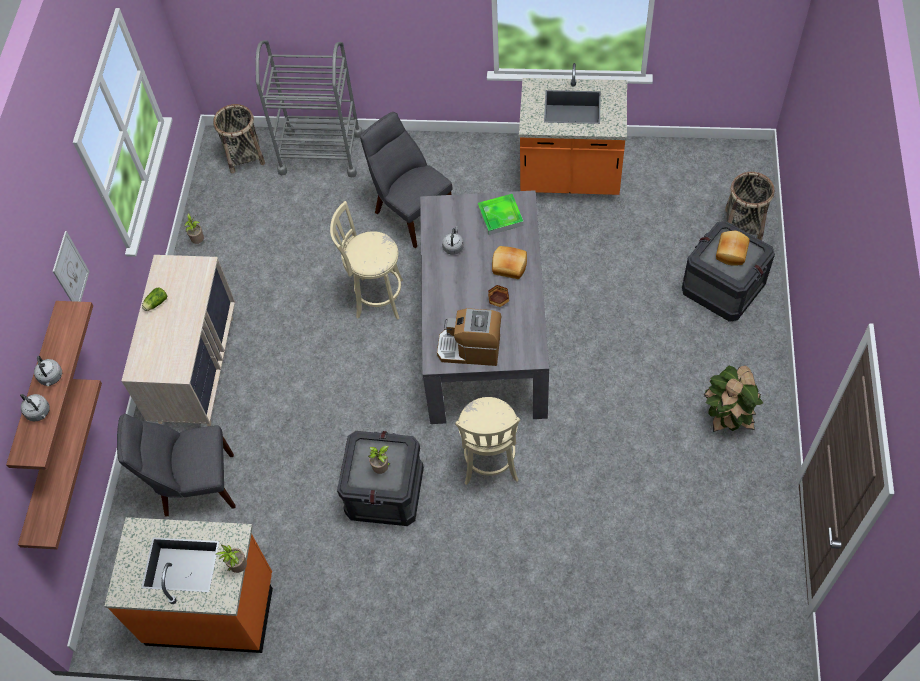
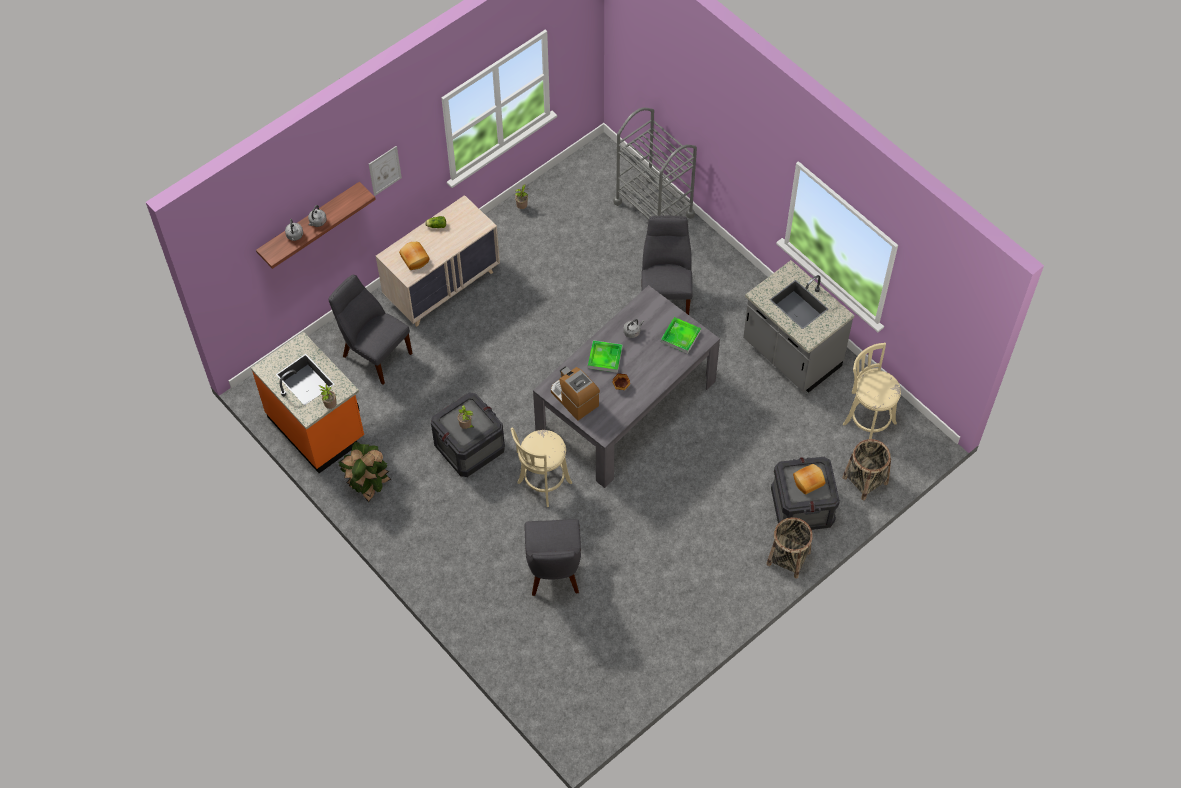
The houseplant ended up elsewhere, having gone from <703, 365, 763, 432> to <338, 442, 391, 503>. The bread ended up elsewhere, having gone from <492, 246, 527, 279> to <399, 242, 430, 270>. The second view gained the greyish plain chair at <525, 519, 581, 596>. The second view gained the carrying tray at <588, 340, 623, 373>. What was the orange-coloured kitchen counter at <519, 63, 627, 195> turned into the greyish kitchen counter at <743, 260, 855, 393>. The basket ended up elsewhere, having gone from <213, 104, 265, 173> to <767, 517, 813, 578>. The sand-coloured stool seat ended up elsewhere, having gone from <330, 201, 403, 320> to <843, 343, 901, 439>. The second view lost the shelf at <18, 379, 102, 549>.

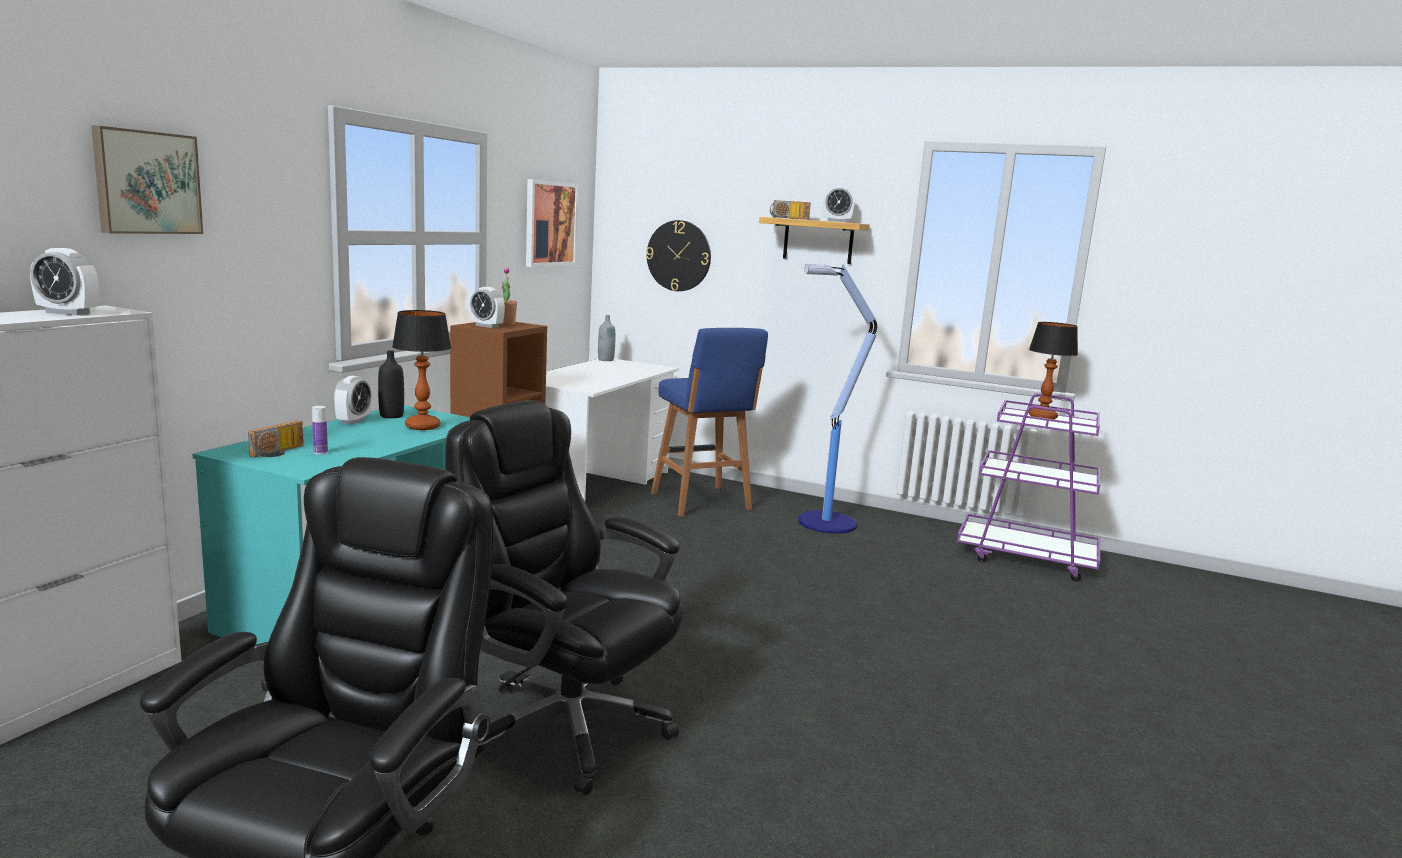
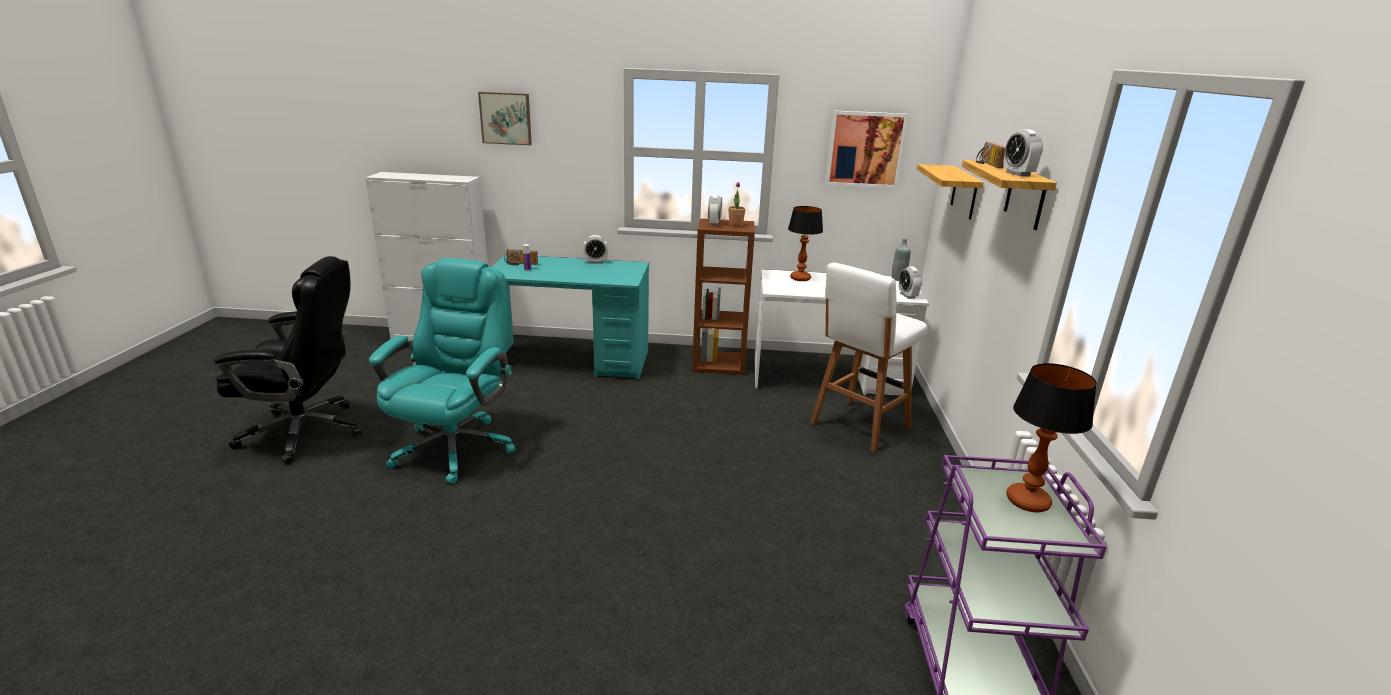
What was the black office chair at <445, 400, 682, 795> turned into the turquoise office chair at <369, 258, 515, 484>. The table lamp ended up elsewhere, having gone from <392, 310, 451, 430> to <788, 206, 823, 281>. What was the blue stool seat at <651, 328, 768, 517> turned into the whitish stool seat at <810, 263, 928, 452>. The table clock ended up elsewhere, having gone from <30, 248, 99, 315> to <898, 266, 922, 299>. Where the hanging clock hung at <646, 220, 711, 291>, the shelf came to hang at <917, 164, 984, 219>. The second view lost the black bottle at <378, 350, 404, 418>. The second view lost the standing lamp at <798, 264, 877, 533>.

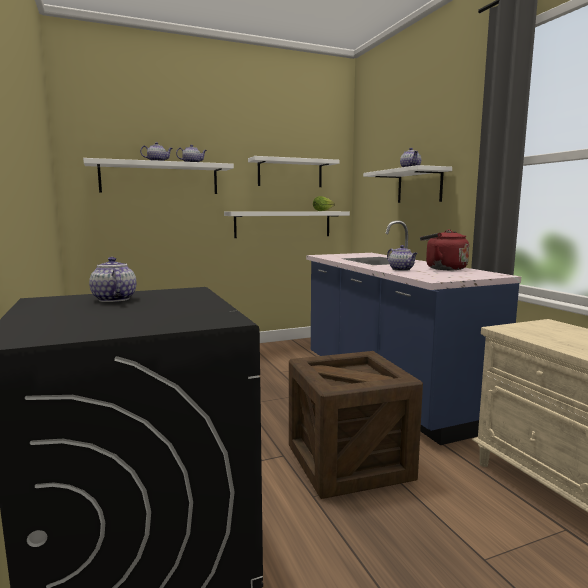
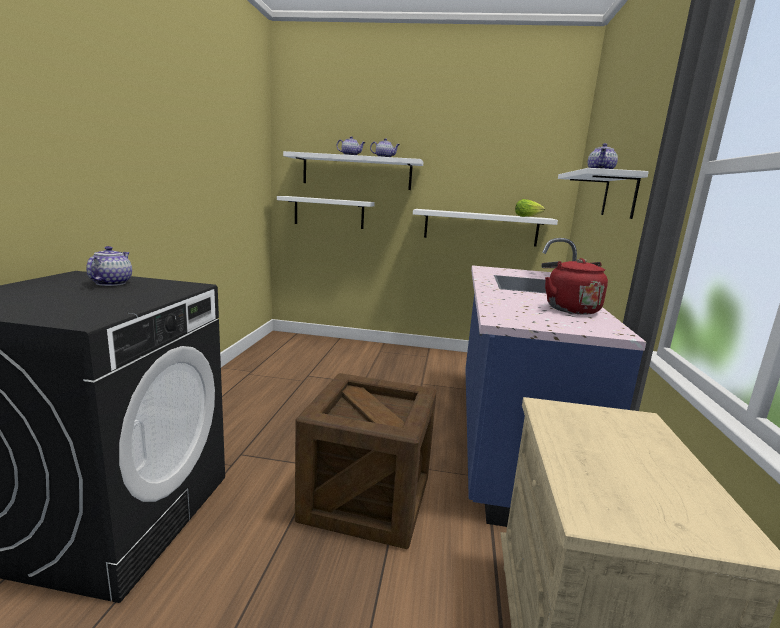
The whitish shelf ended up elsewhere, having gone from <248, 156, 340, 187> to <277, 196, 375, 229>. The second view lost the pot for tea at <387, 245, 418, 271>.

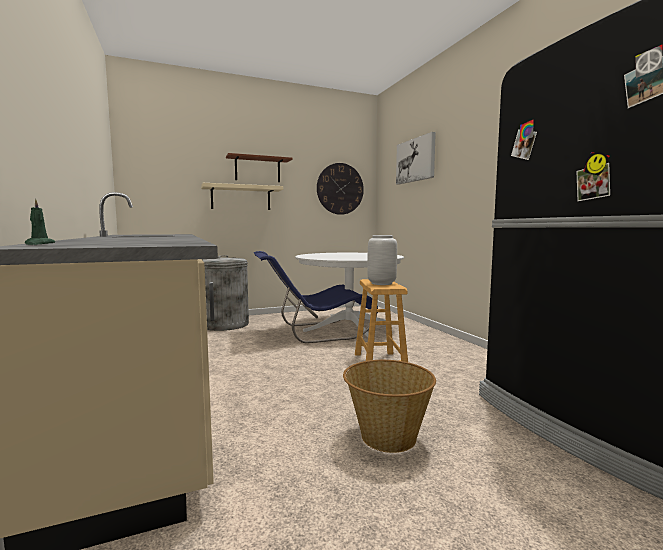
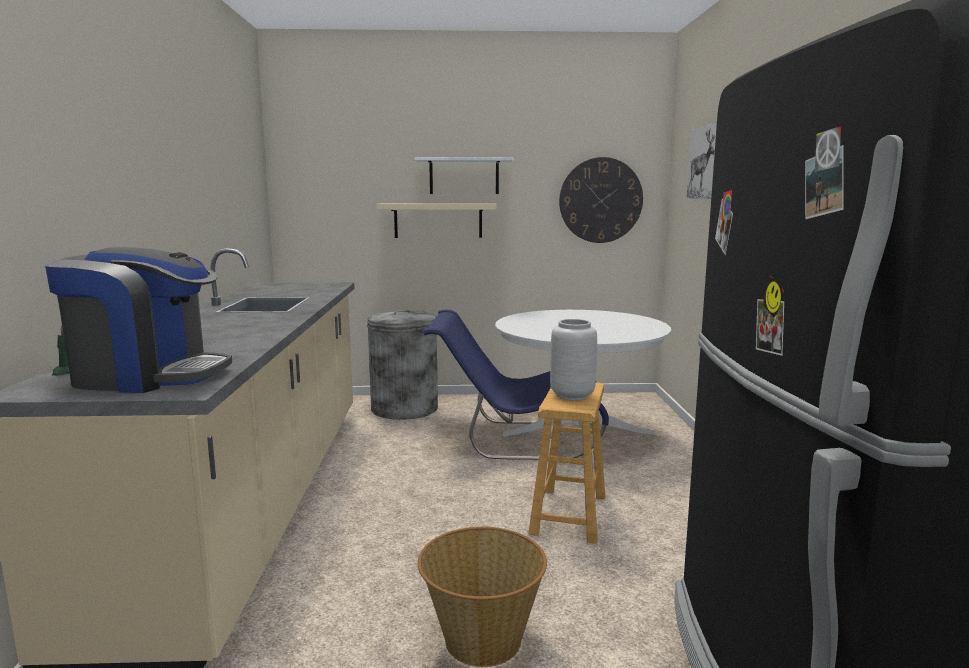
The second view gained the coffee maker at <45, 247, 232, 393>. What was the brown-coloured shelf at <226, 153, 292, 182> turned into the whitish shelf at <414, 157, 514, 194>.

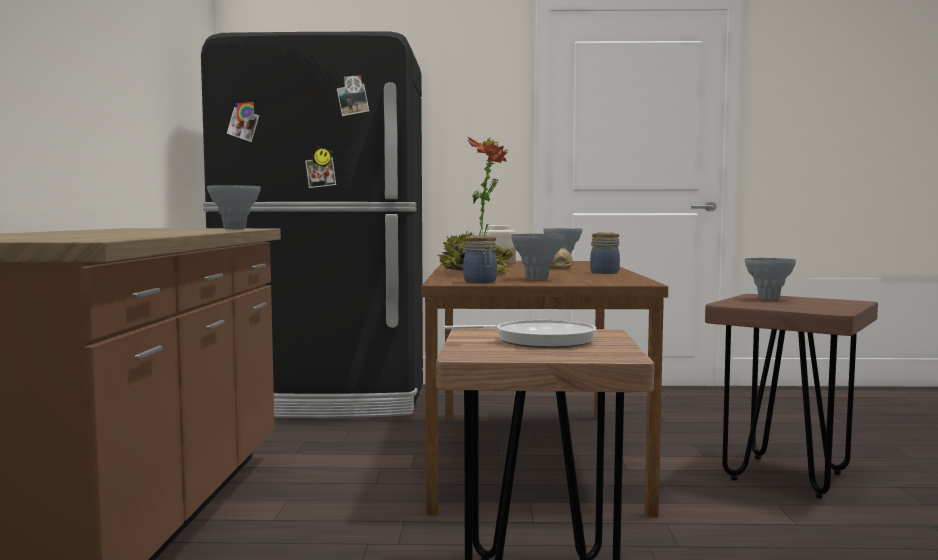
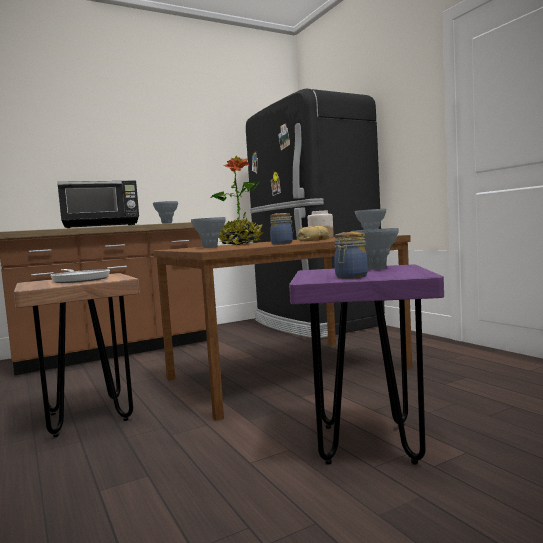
The second view gained the black microwave at <57, 180, 139, 228>. What was the brown-coloured stool seat at <705, 294, 878, 499> turned into the purple stool seat at <289, 265, 444, 465>. The preserve jar ended up elsewhere, having gone from <463, 235, 497, 283> to <334, 232, 368, 279>.

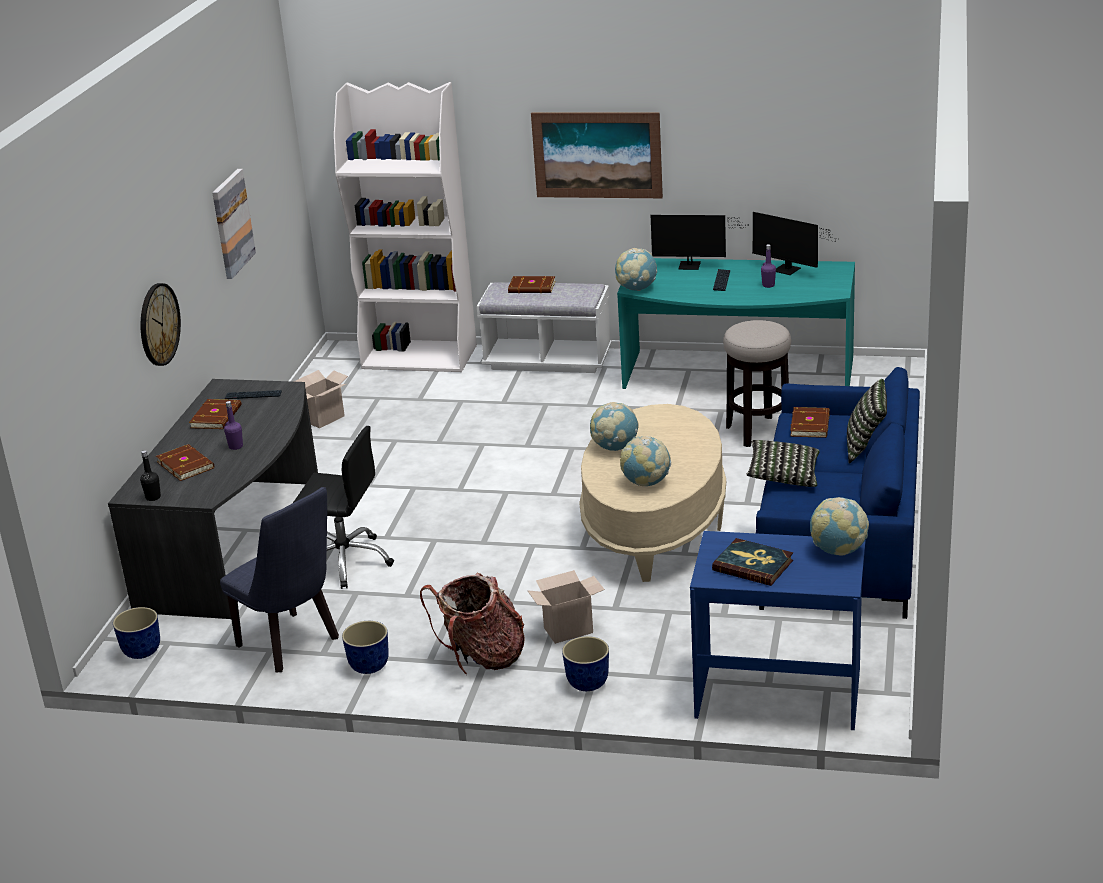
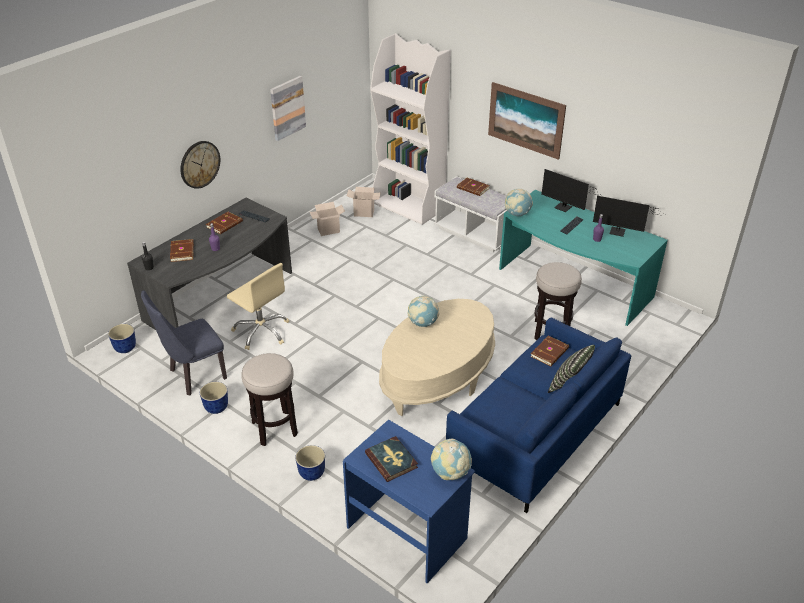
The blue plain chair at <220, 487, 339, 673> ended up facing another way, 75 degrees clockwise from before. What was the black office chair at <293, 426, 394, 589> turned into the sand-coloured office chair at <227, 263, 289, 350>. Where the knapsack stood at <420, 573, 525, 674>, the stool seat came to stand at <241, 353, 298, 446>. The carton ended up elsewhere, having gone from <527, 570, 605, 644> to <347, 187, 381, 217>. The computer display at <752, 212, 836, 275> ended up facing another way, 45 degrees counterclockwise from before. The second view lost the world globe at <620, 436, 671, 486>. The second view lost the throw pillow at <747, 440, 820, 487>.

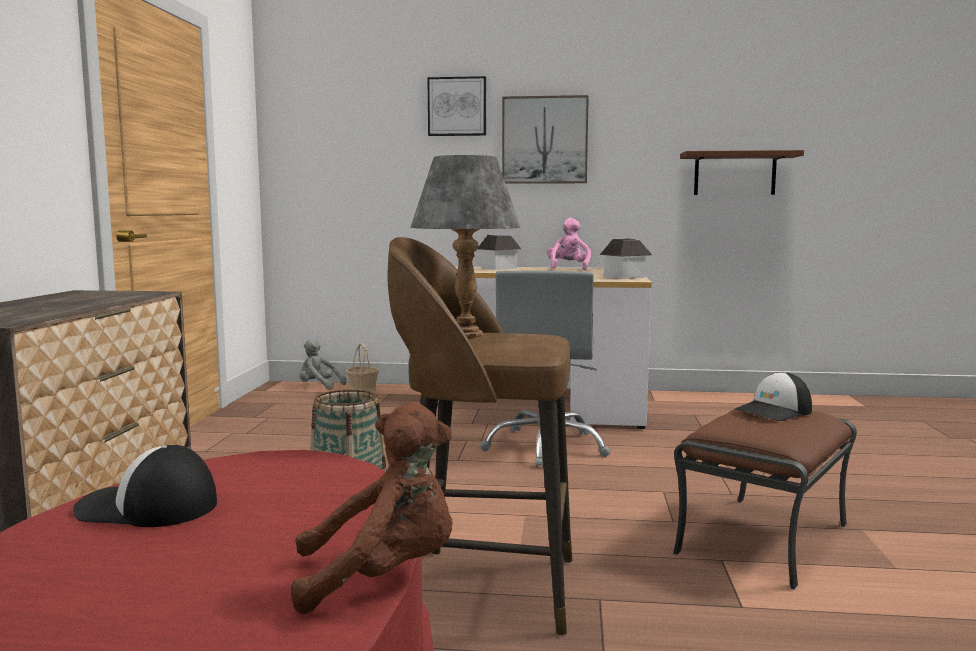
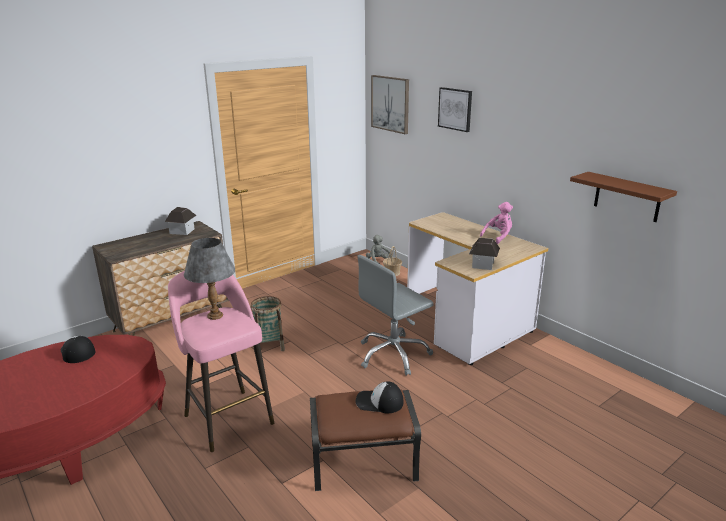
The model house ended up elsewhere, having gone from <478, 235, 522, 270> to <165, 207, 196, 235>. What was the brown-coloured stool seat at <387, 237, 572, 636> turned into the pink stool seat at <168, 271, 274, 452>. The picture ended up elsewhere, having gone from <502, 95, 589, 184> to <371, 75, 409, 134>. The second view lost the brown-coloured cuddly toy at <291, 402, 453, 614>.

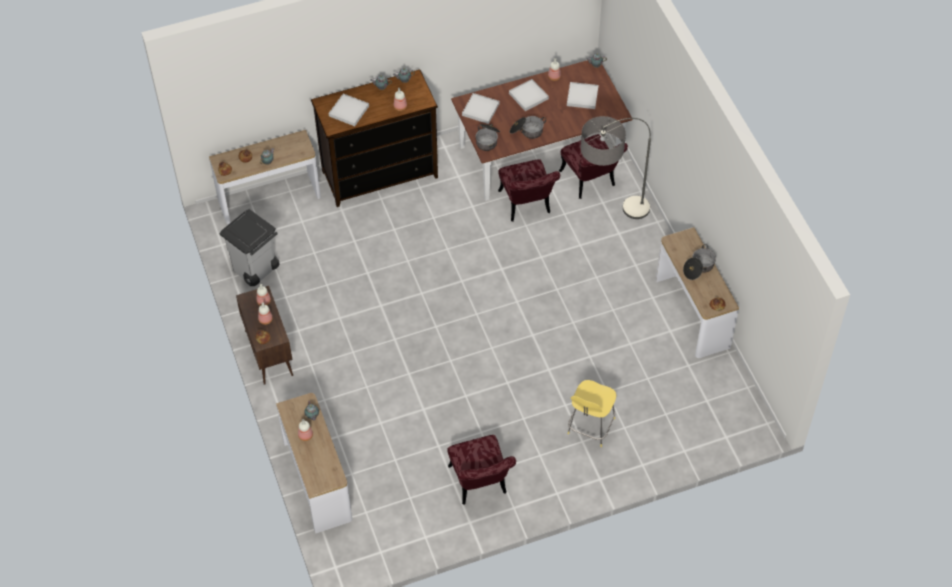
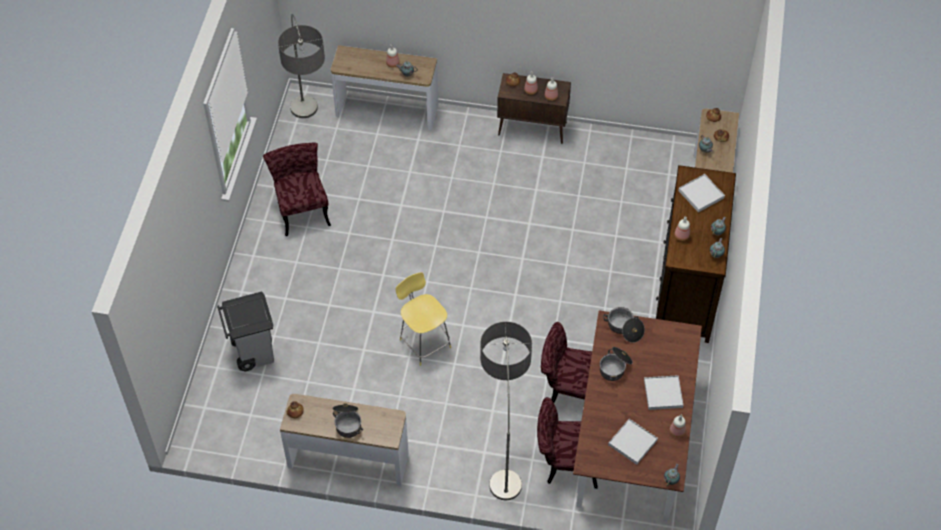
The greyish trash can ended up elsewhere, having gone from <219, 209, 280, 286> to <217, 291, 274, 371>. The reddish plain chair at <447, 435, 516, 505> ended up facing another way, 60 degrees clockwise from before. The second view gained the standing lamp at <278, 14, 325, 118>. The yellow stool seat ended up elsewhere, having gone from <568, 380, 616, 447> to <396, 272, 451, 366>. The second view lost the whitish carrying tray at <462, 93, 500, 124>.

